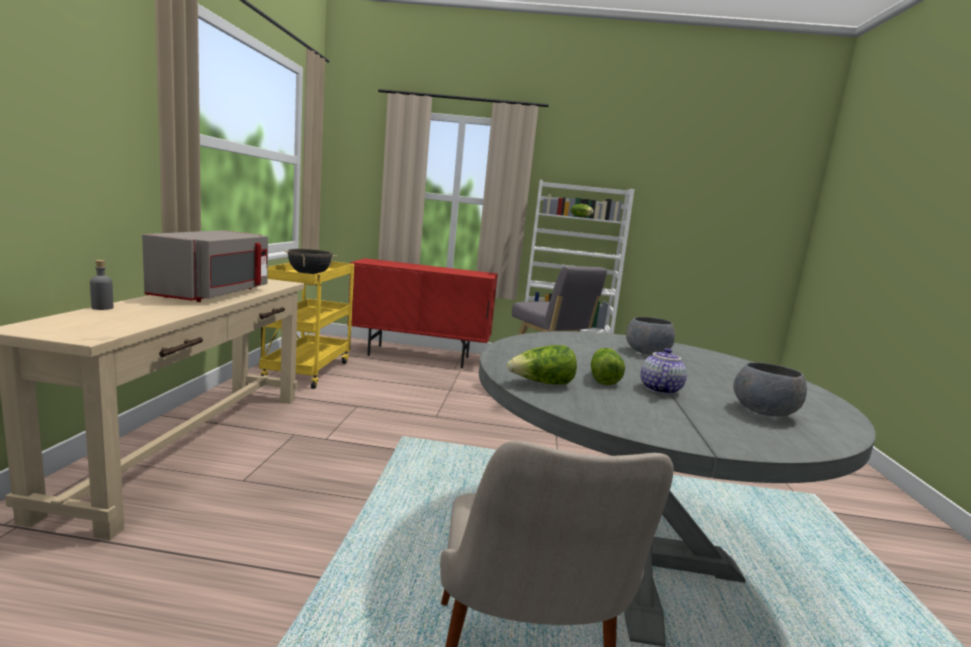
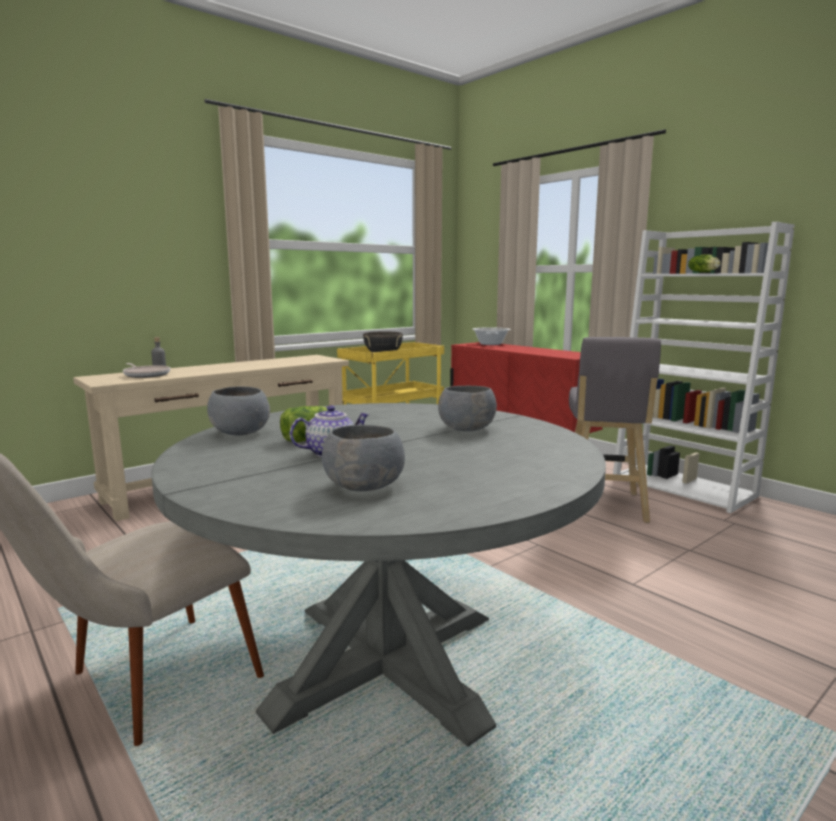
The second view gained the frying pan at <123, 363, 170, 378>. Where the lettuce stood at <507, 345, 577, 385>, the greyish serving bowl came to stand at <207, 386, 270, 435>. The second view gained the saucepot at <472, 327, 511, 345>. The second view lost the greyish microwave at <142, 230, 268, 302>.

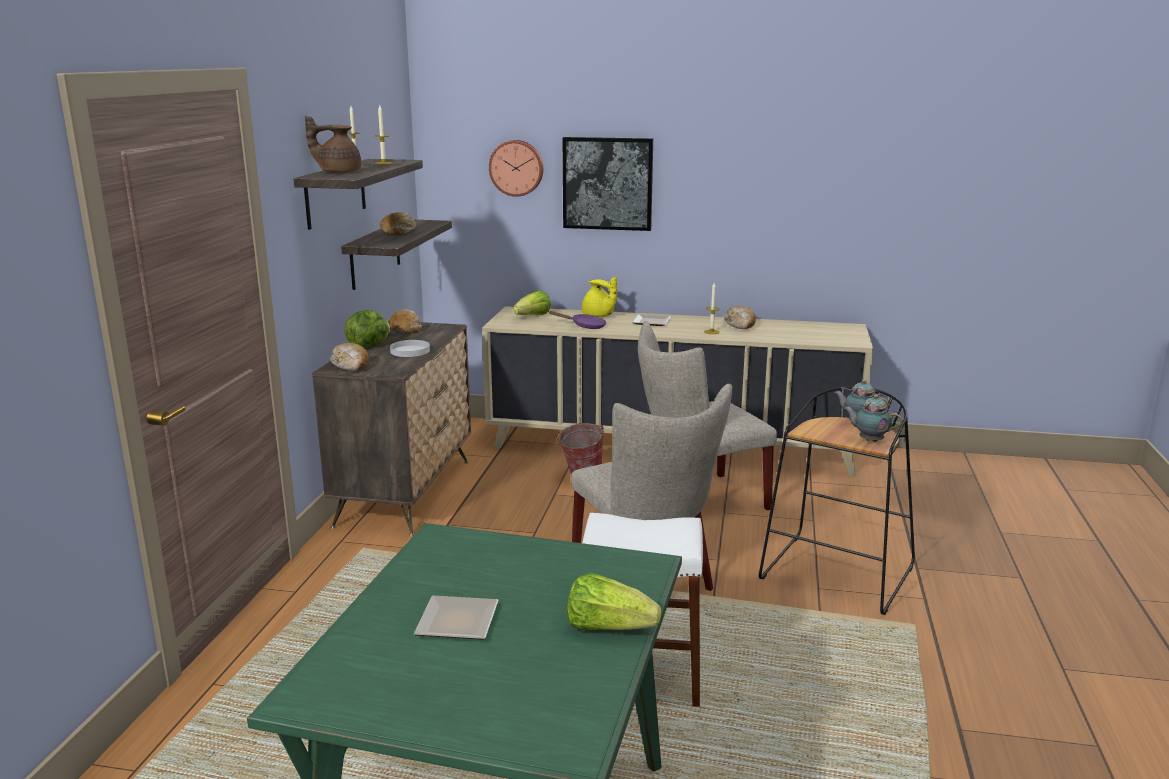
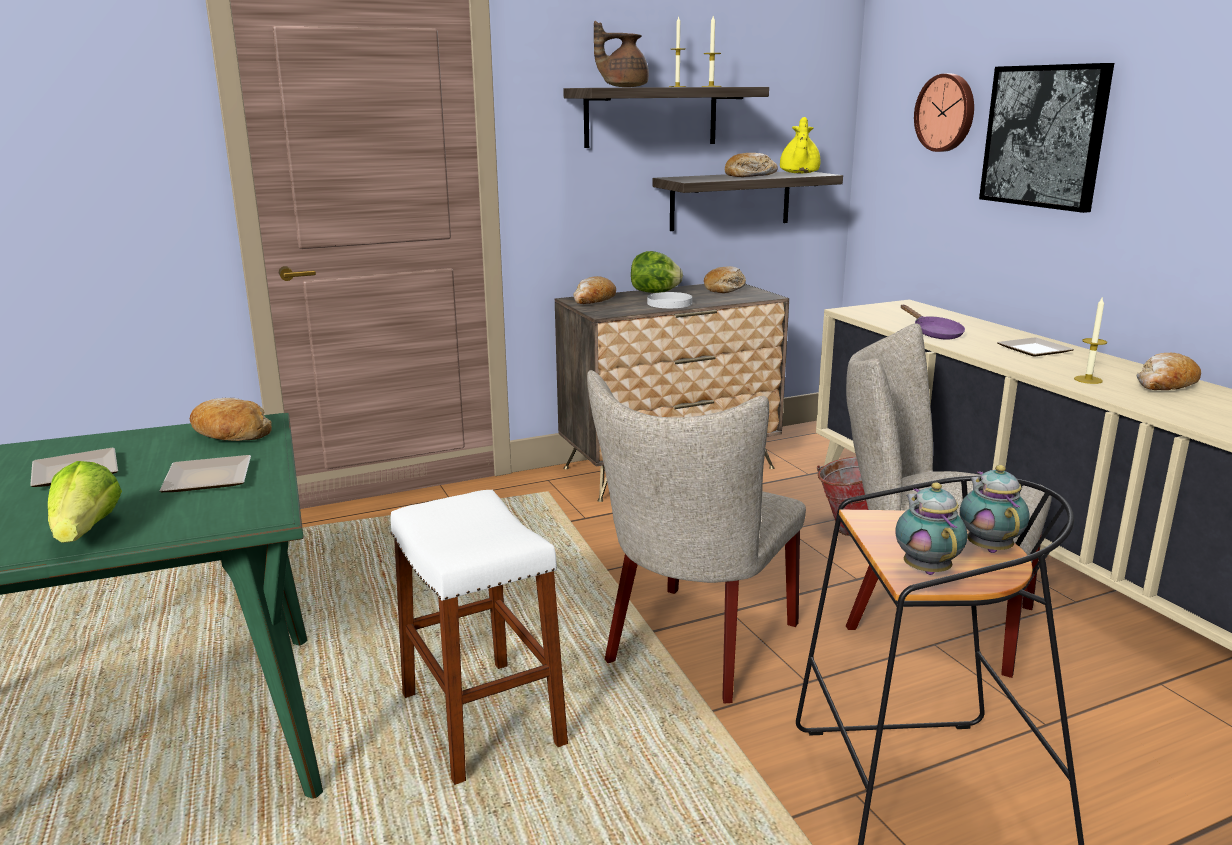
The second view gained the plate at <159, 455, 251, 492>. The second view gained the bread at <190, 398, 272, 441>. The brown-coloured pot for tea at <305, 115, 361, 173> ended up facing another way, 75 degrees counterclockwise from before. The yellow pot for tea ended up elsewhere, having gone from <582, 277, 617, 317> to <780, 117, 821, 173>. The second view lost the lettuce at <513, 290, 551, 315>.

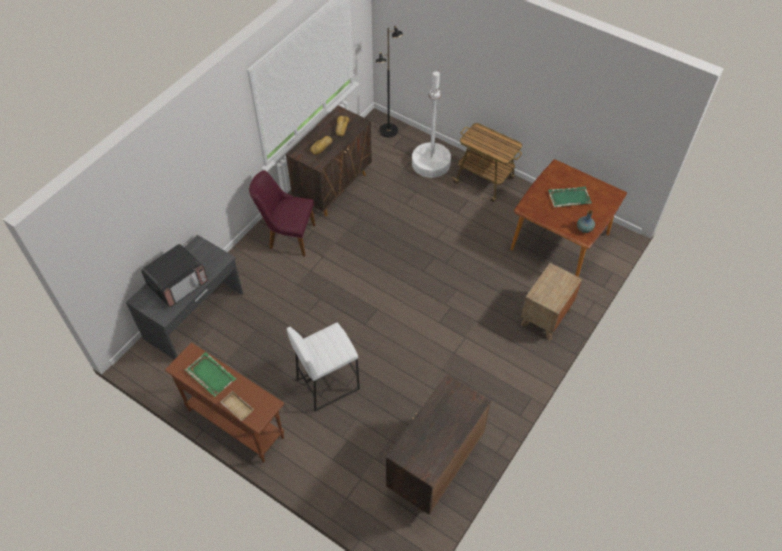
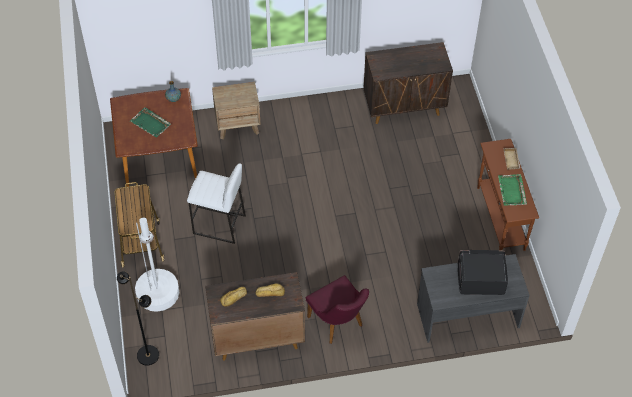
The whitish stool seat ended up elsewhere, having gone from <287, 322, 360, 411> to <187, 163, 246, 244>.

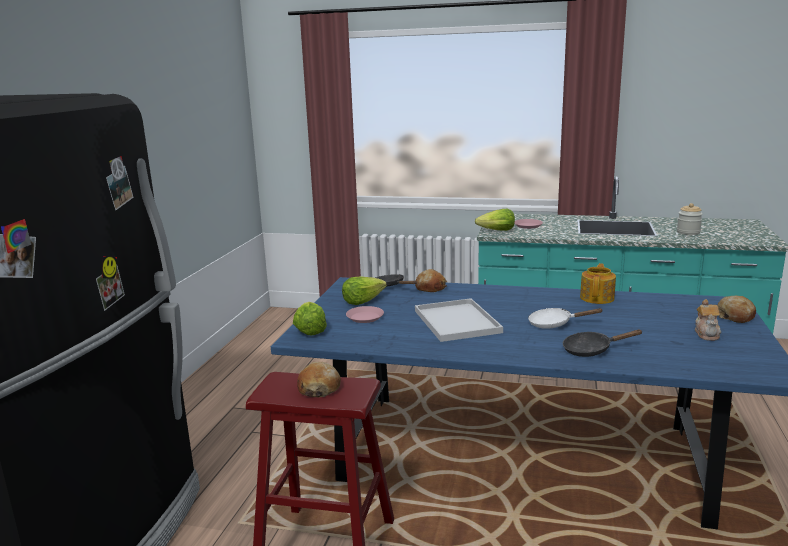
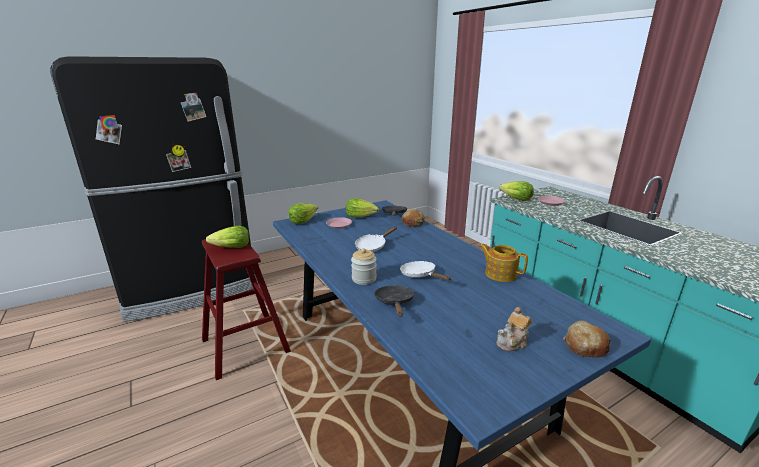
Where the bread stood at <297, 362, 341, 397>, the lettuce came to stand at <206, 226, 249, 248>. The preserve jar ended up elsewhere, having gone from <677, 203, 703, 235> to <351, 248, 377, 285>. Where the whitish carrying tray stood at <415, 298, 503, 342>, the whitish frying pan came to stand at <355, 226, 397, 252>. The black frying pan at <563, 330, 643, 357> ended up facing another way, 45 degrees clockwise from before. The pot for tea at <580, 263, 616, 304> ended up facing another way, 120 degrees counterclockwise from before.

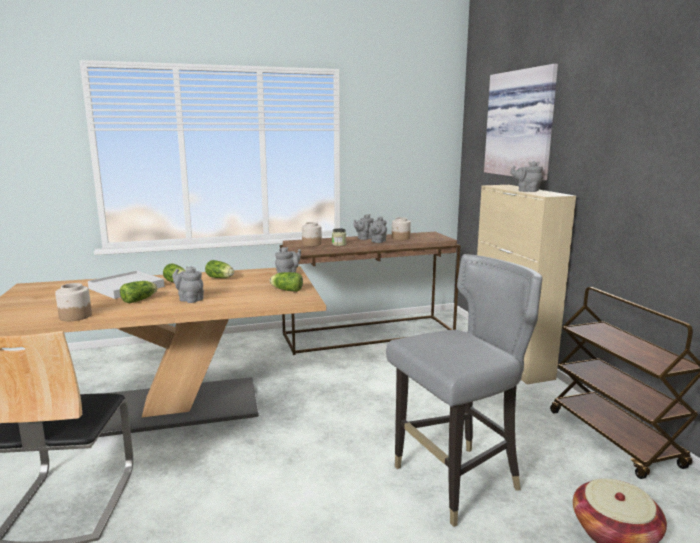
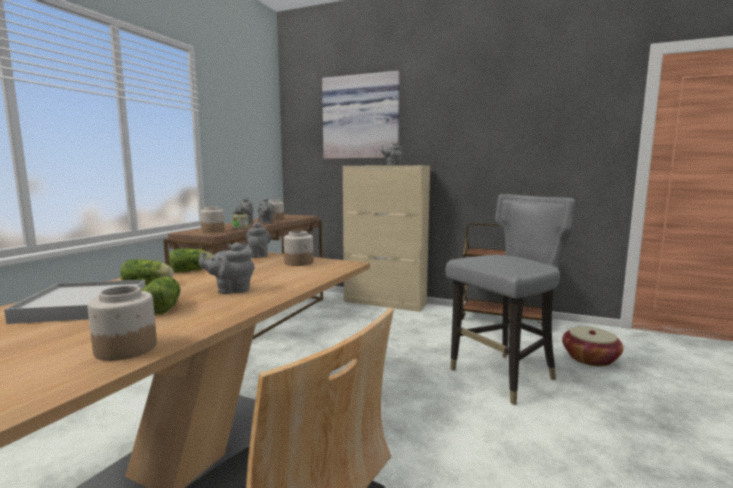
Where the lettuce stood at <270, 272, 303, 292>, the preserve jar came to stand at <284, 231, 313, 266>. The greyish plain chair at <386, 254, 542, 527> ended up facing another way, 45 degrees clockwise from before.

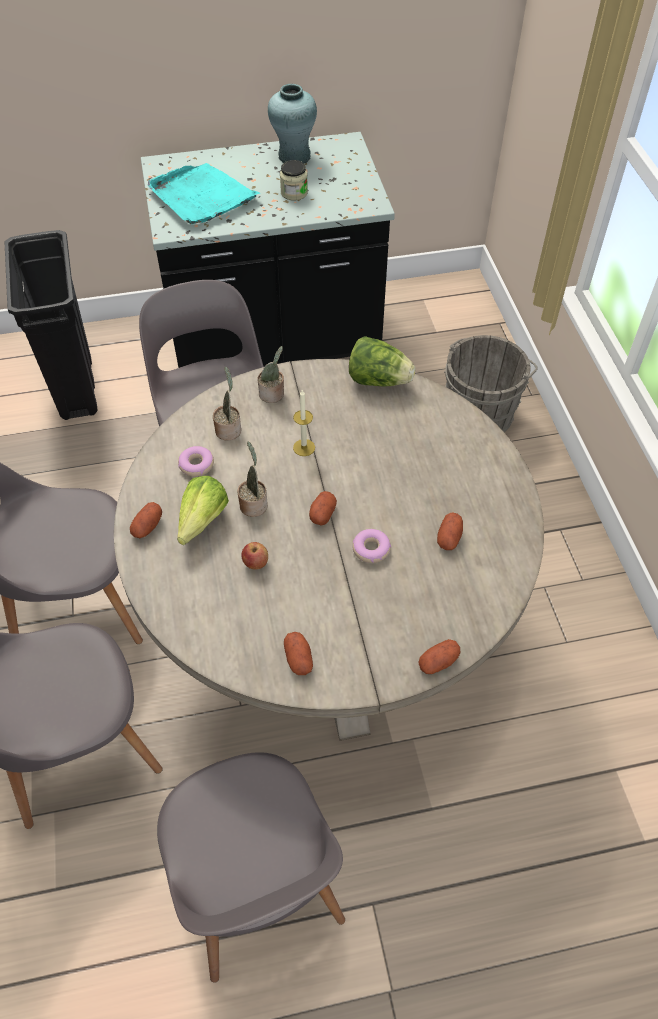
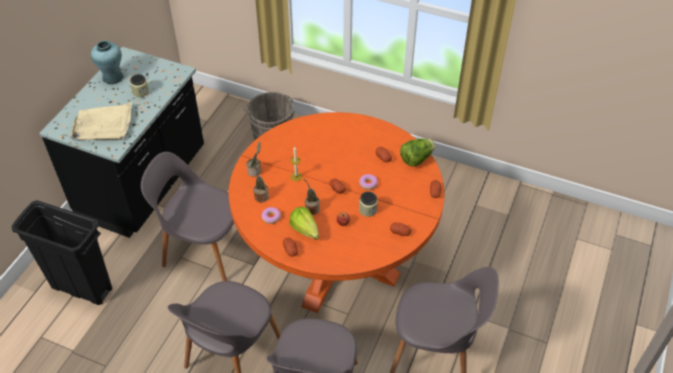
What was the turquoise carrying tray at <148, 163, 260, 224> turned into the sand-coloured carrying tray at <70, 102, 132, 141>. What was the sand-coloured dining table at <114, 359, 544, 741> turned into the orange-coloured dining table at <229, 112, 445, 313>. The second view gained the preserve jar at <359, 192, 378, 217>. The lettuce ended up elsewhere, having gone from <349, 336, 416, 387> to <400, 138, 435, 167>.

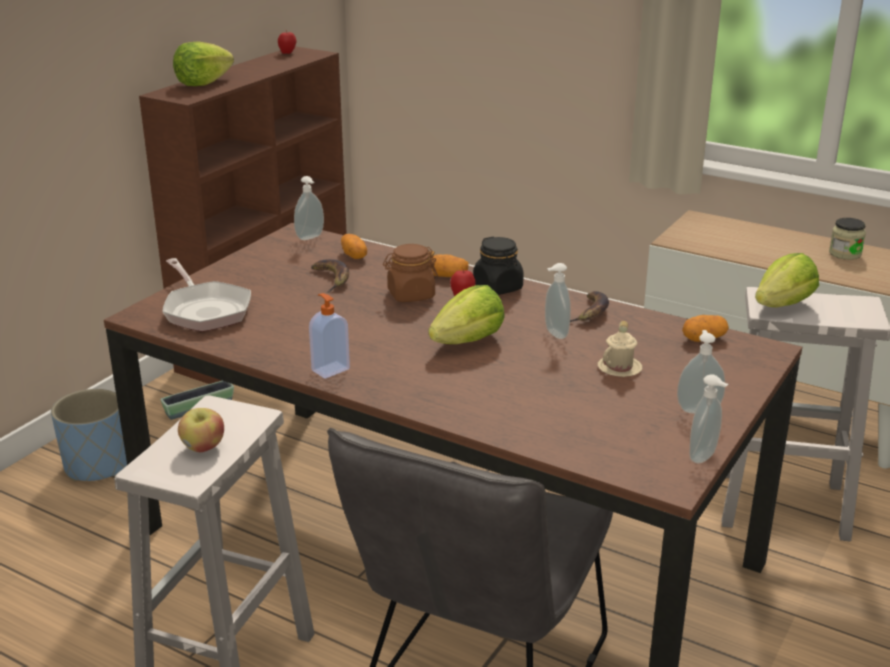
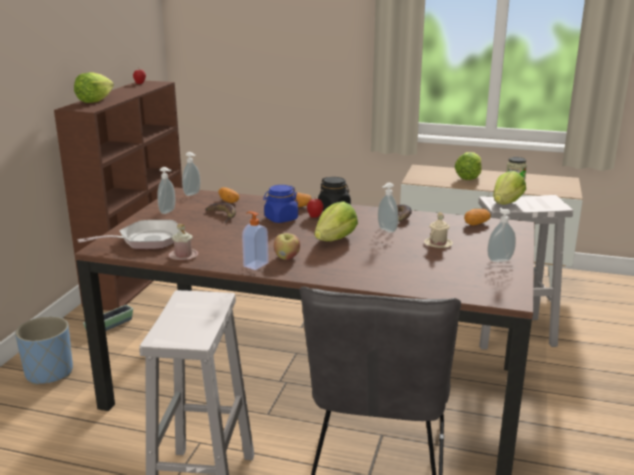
The frying pan at <162, 258, 251, 332> ended up facing another way, 75 degrees counterclockwise from before. The liquid soap bottle ended up elsewhere, having gone from <690, 374, 728, 464> to <157, 167, 175, 214>. The second view gained the pink tea mug at <168, 224, 198, 261>. What was the brown-coloured preserve jar at <383, 244, 438, 302> turned into the blue preserve jar at <263, 185, 298, 223>. The whole apple ended up elsewhere, having gone from <178, 408, 224, 452> to <274, 233, 300, 260>. The second view gained the lettuce at <455, 152, 482, 180>.

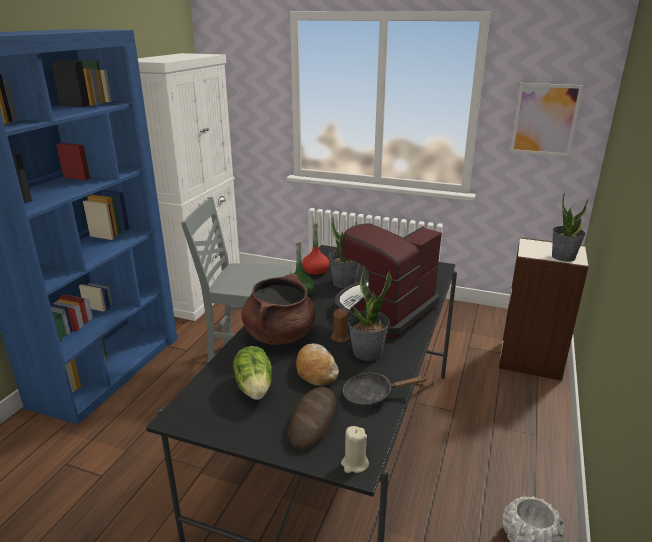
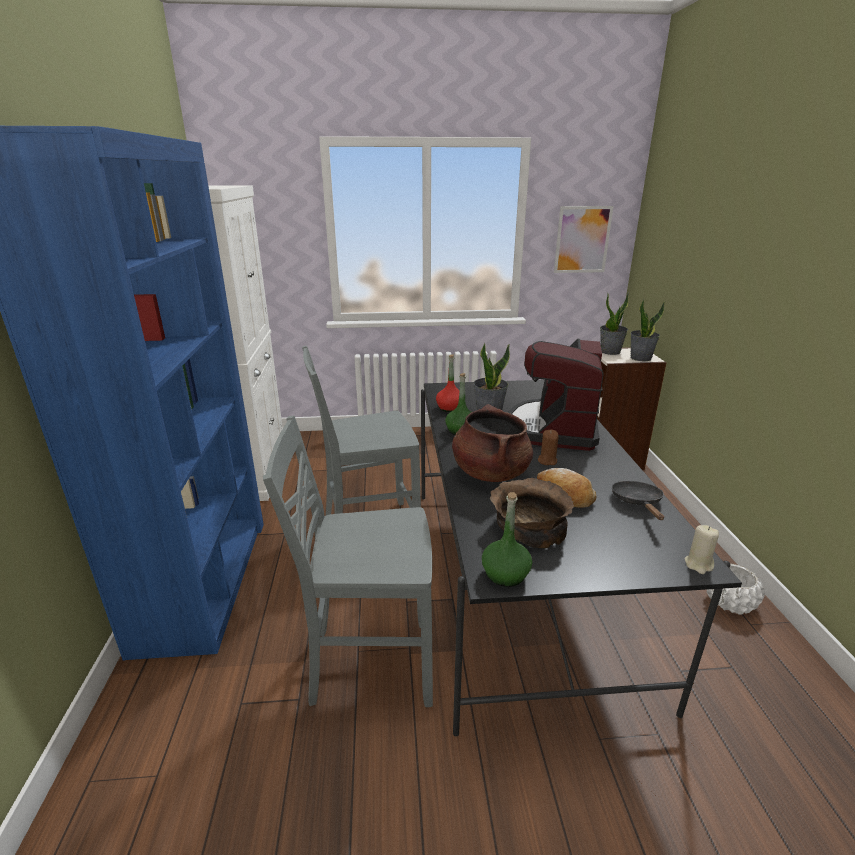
The second view gained the greyish plain chair at <263, 416, 433, 707>. The second view gained the green bottle at <482, 492, 532, 587>. Where the lettuce stood at <233, 346, 272, 400>, the brown-coloured serving bowl came to stand at <490, 478, 574, 548>. The houseplant ended up elsewhere, having gone from <348, 266, 392, 361> to <600, 292, 629, 355>. The black frying pan at <343, 373, 426, 407> ended up facing another way, 120 degrees clockwise from before. The second view lost the bread at <288, 387, 336, 449>.

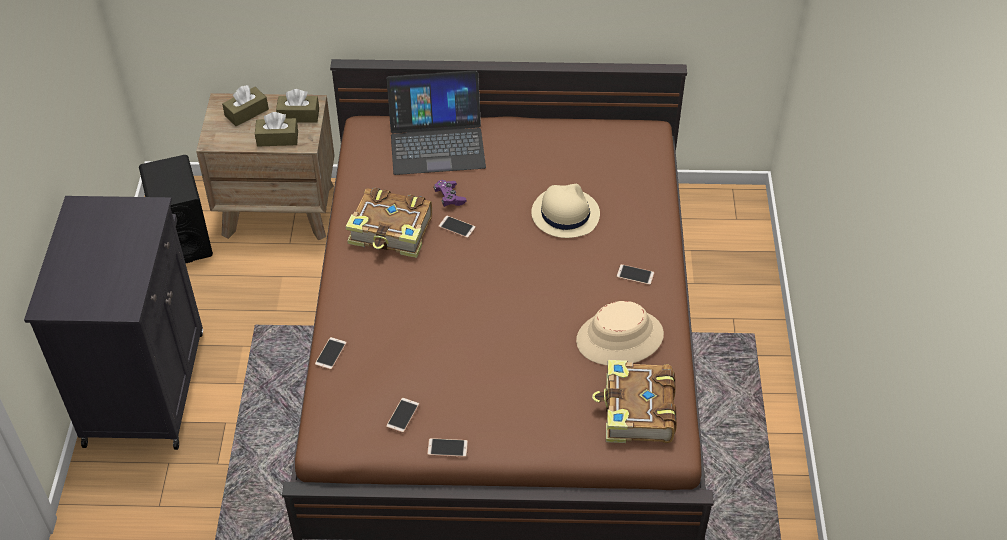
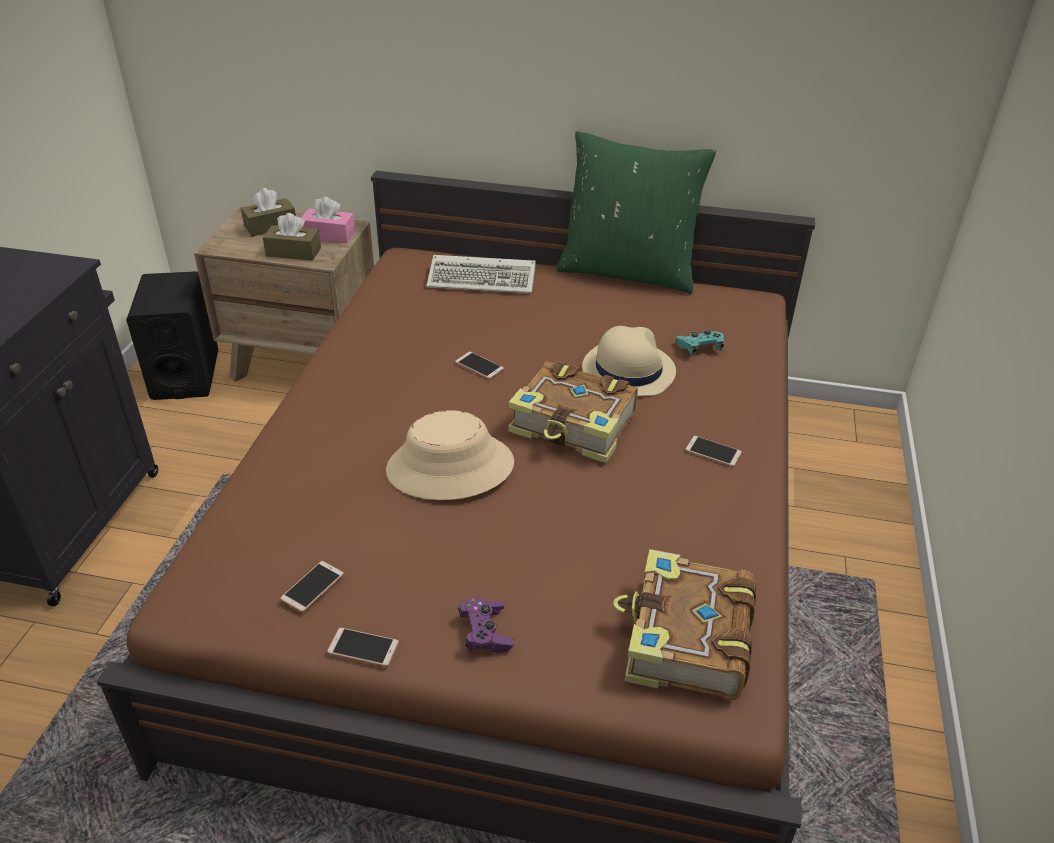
What was the brown-coloured tissue box at <276, 89, 319, 123> turned into the pink tissue box at <301, 197, 355, 243>. The sand-coloured wearable hat ended up elsewhere, having gone from <576, 301, 664, 365> to <386, 410, 514, 500>. Where the notebook computer stood at <387, 71, 486, 175>, the keyboard came to stand at <426, 255, 536, 294>. The purple game controller ended up elsewhere, having gone from <434, 180, 467, 207> to <458, 597, 514, 653>. The book ended up elsewhere, having gone from <346, 188, 432, 258> to <509, 361, 638, 463>. The second view gained the green throw pillow at <557, 131, 716, 294>. The second view gained the turquoise game controller at <676, 330, 724, 356>. The second view lost the telephone at <315, 337, 347, 370>.

